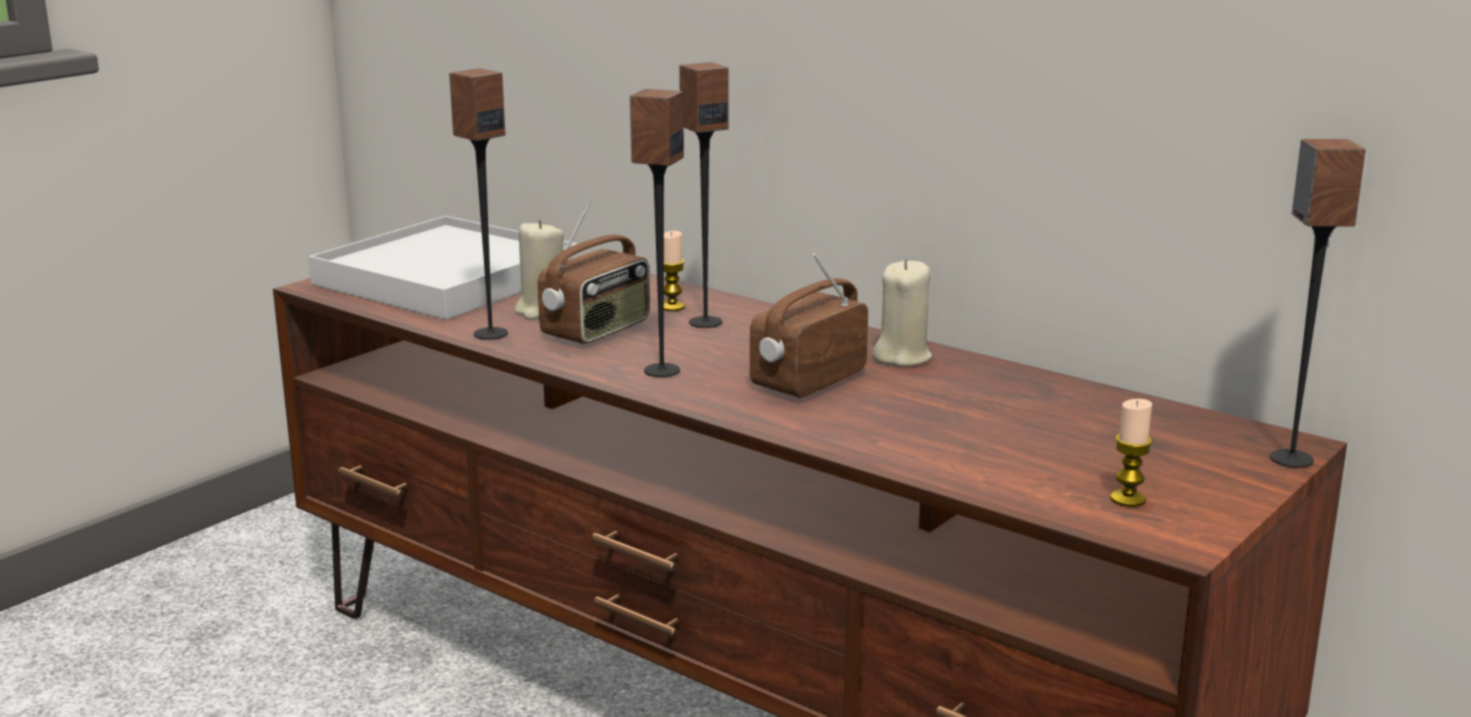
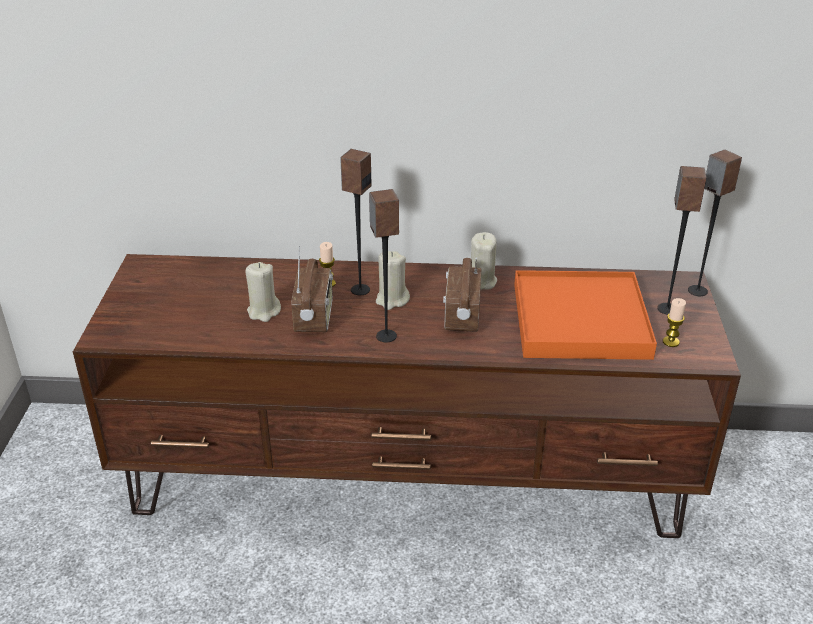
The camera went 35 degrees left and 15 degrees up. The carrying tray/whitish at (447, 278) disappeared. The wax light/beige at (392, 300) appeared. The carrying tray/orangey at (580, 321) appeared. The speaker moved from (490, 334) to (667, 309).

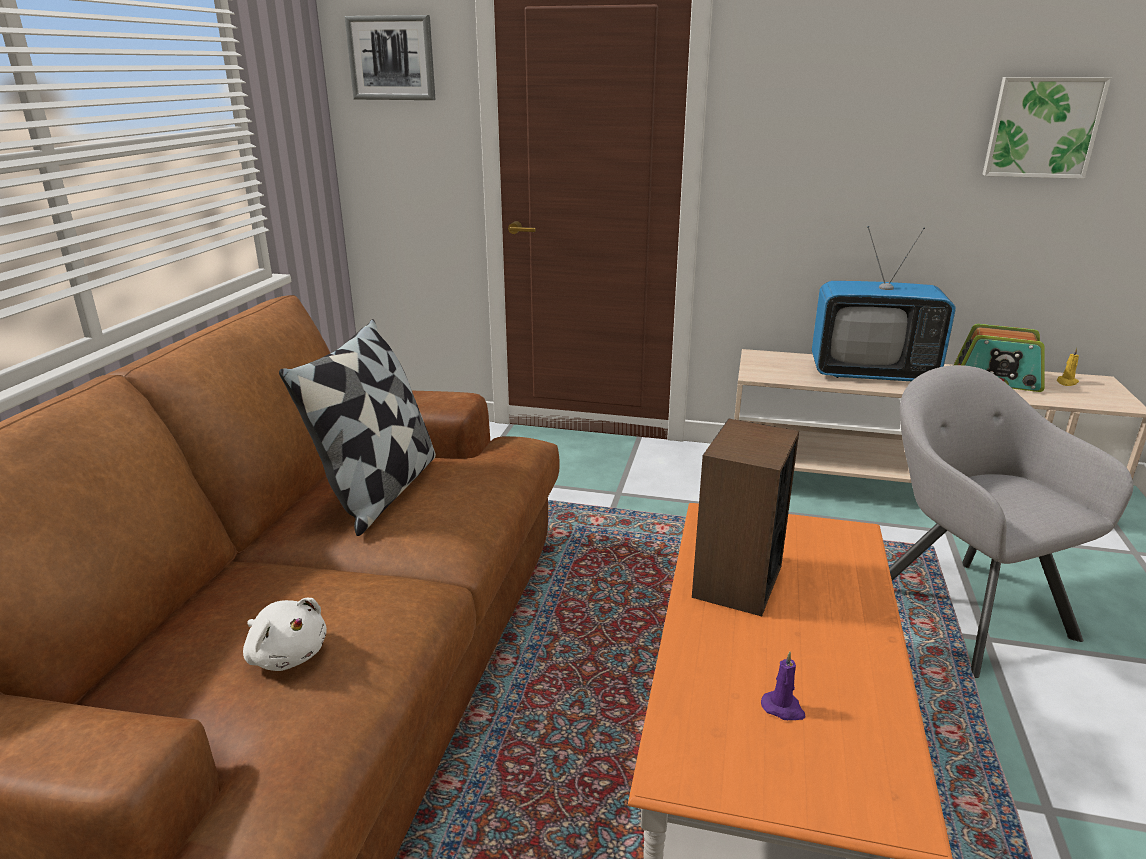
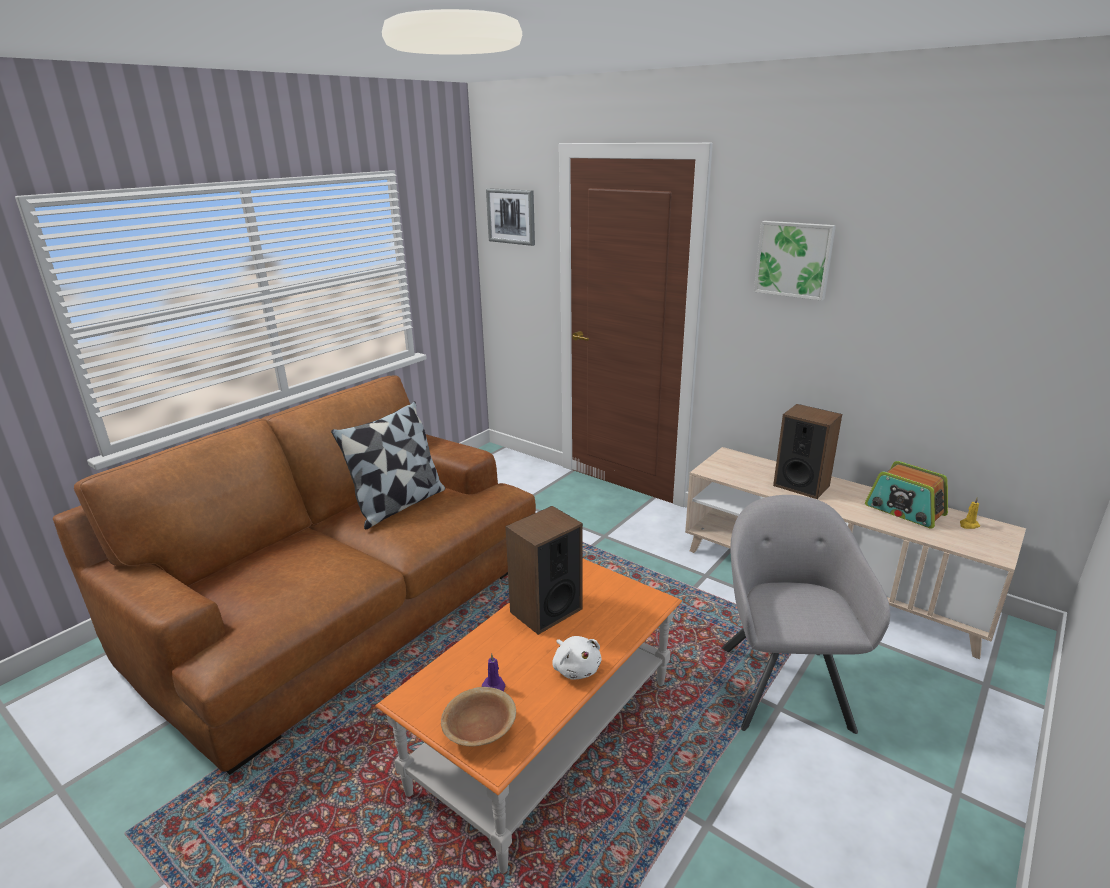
The camera went 25 degrees right and 0 degrees up. The bowl/brown at (479, 731) appeared. The cuddly toy/whitish moved from (287, 654) to (576, 668). The wall art moved from (1042, 127) to (794, 259). The TV at (871, 373) was replaced by the speaker at (801, 485).

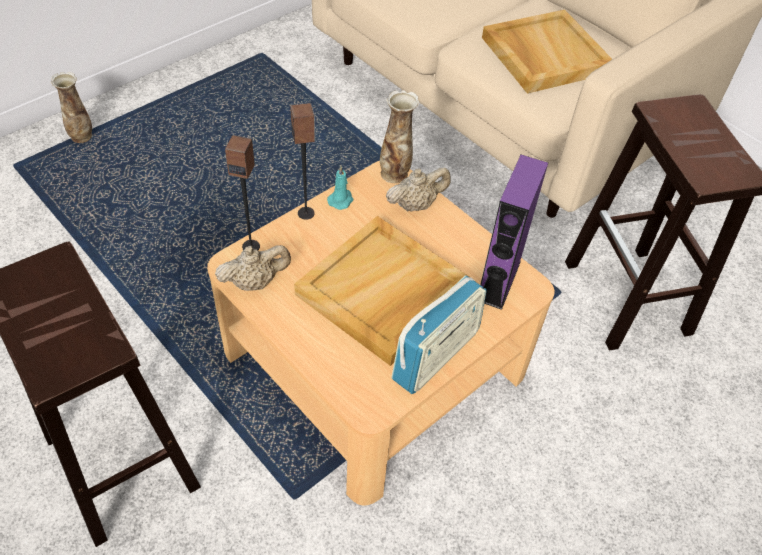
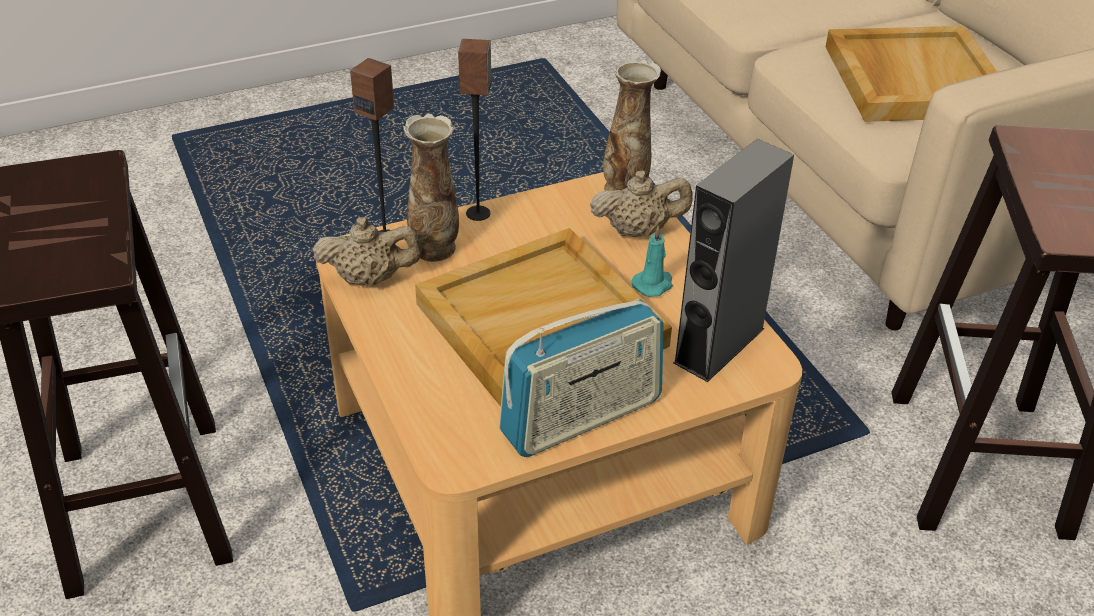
The camera went 20 degrees right and 10 degrees down. The decorative vase moved from (82, 138) to (434, 249). The wax light/blue-green moved from (341, 200) to (653, 284). The speaker/purple at (498, 280) became the speaker/grey at (719, 345).

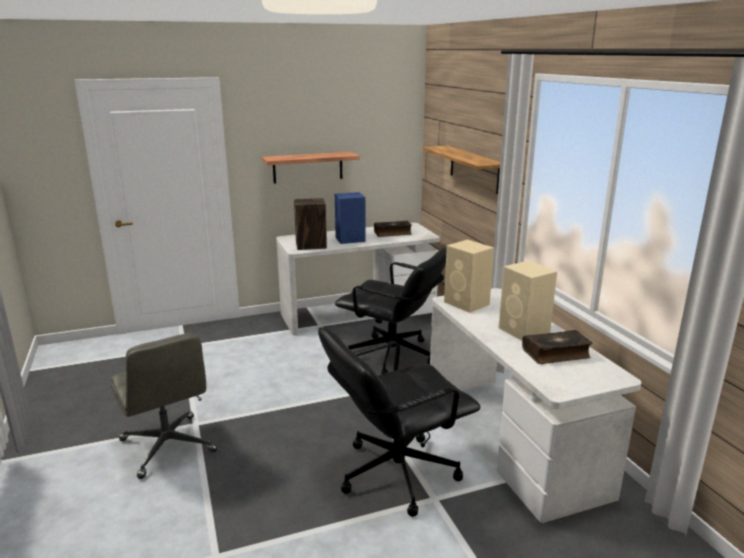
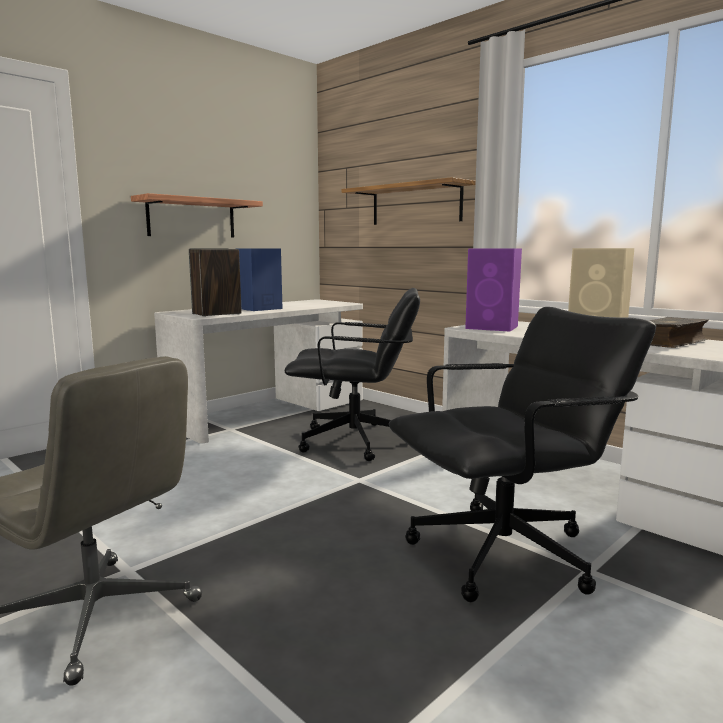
The camera went 25 degrees left and 10 degrees down. The volume at (392, 233) disappeared. The speaker/beige at (467, 303) became the speaker/purple at (493, 327). The computer chair/blackish at (396, 473) turned 150 degrees counterclockwise.

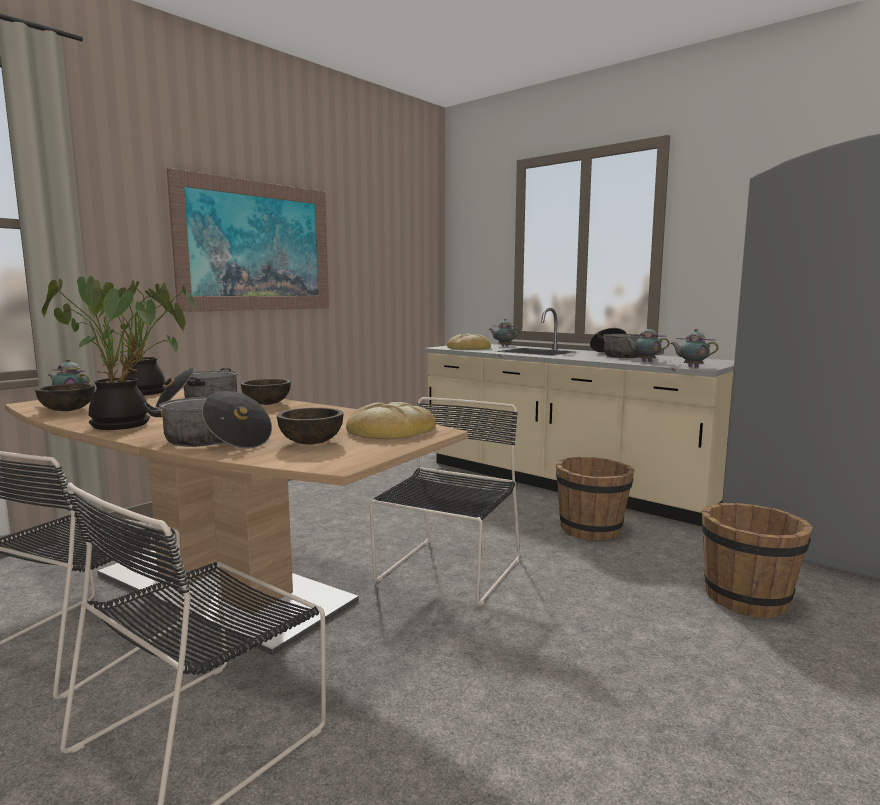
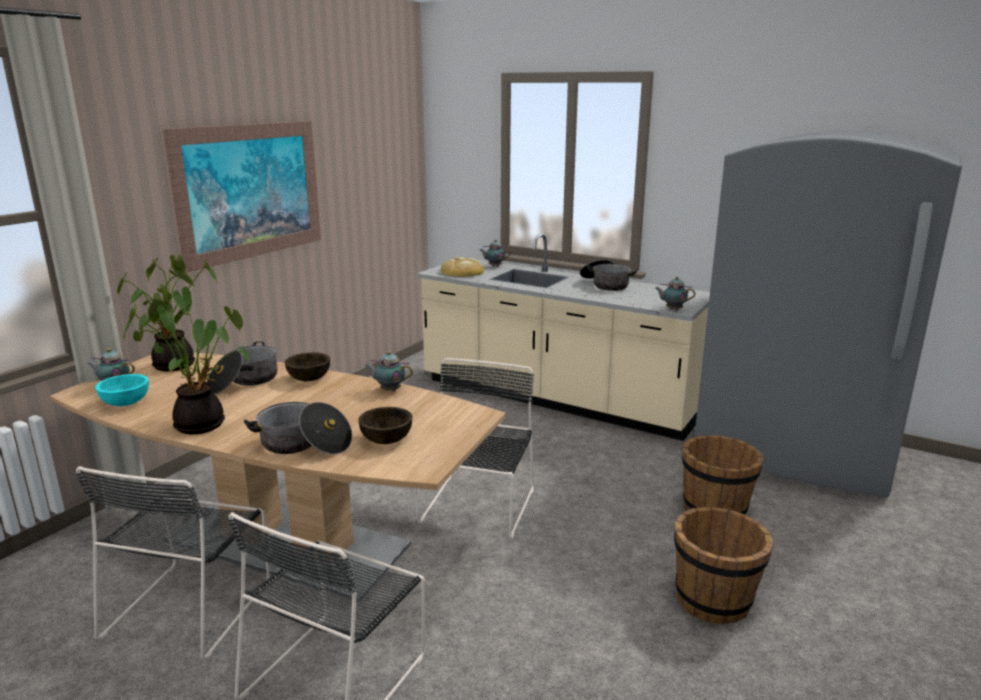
The camera went 10 degrees left and 10 degrees up. The bakery bread at (390, 430) disappeared. The bucket/brown moved from (591, 530) to (714, 600). The pot for tea moved from (645, 361) to (389, 390). The bowl/brown at (67, 410) became the bowl/blue-green at (125, 403).

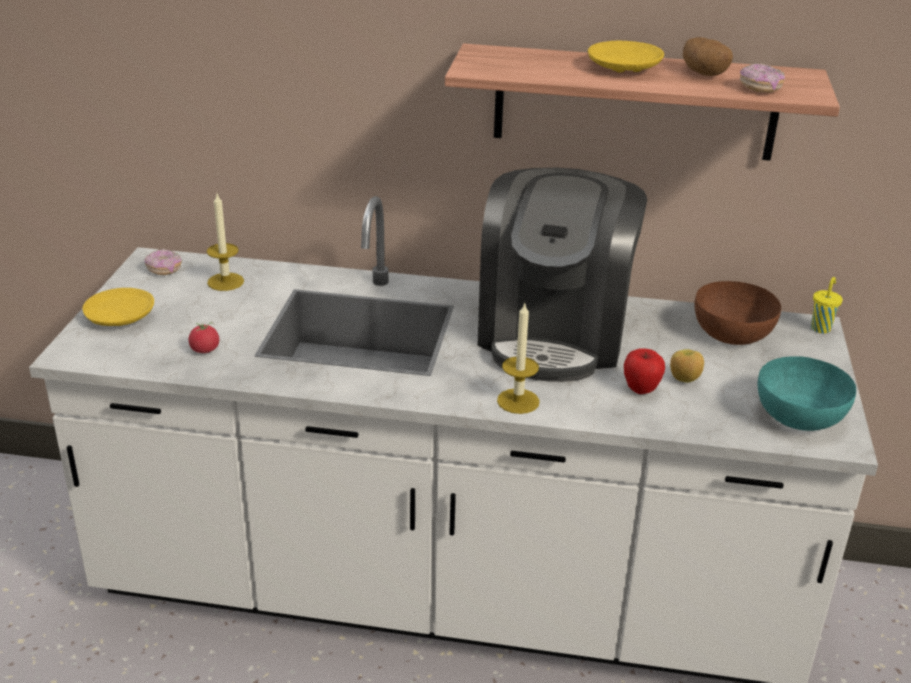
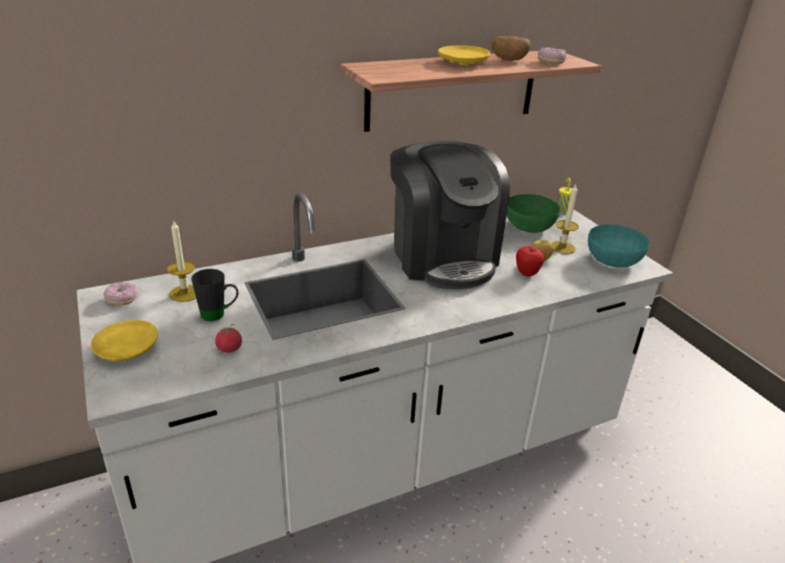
The camera went 35 degrees left and 0 degrees up. The mug/blackish at (219, 315) appeared. The wax light moved from (518, 401) to (562, 247). The bowl/brown at (732, 333) became the bowl/green-coloured at (528, 226).

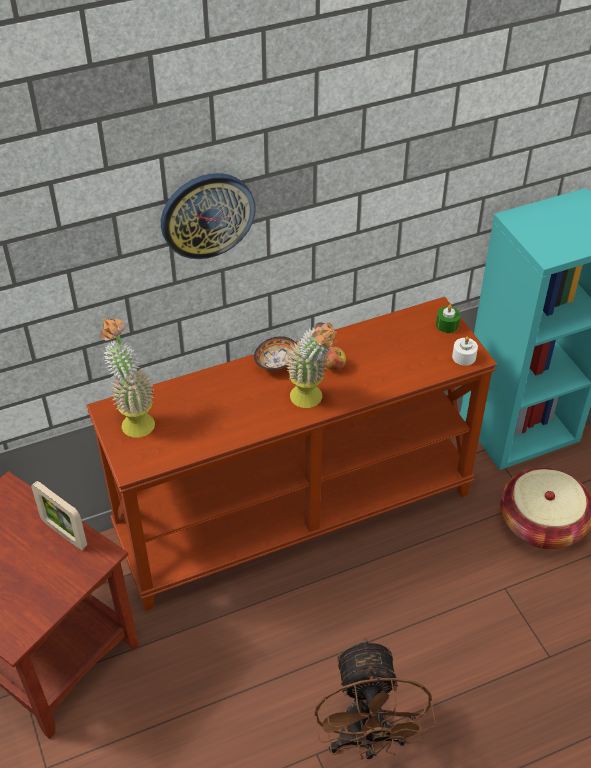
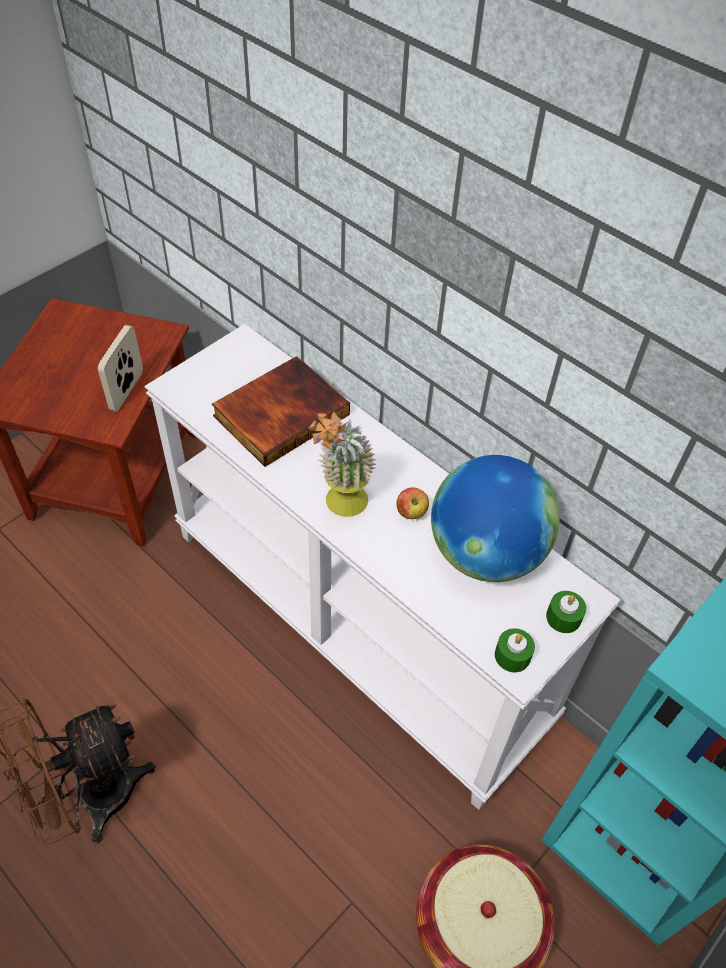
The camera went 65 degrees right and 5 degrees up. The potted plant at (133, 419) disappeared. The hanging clock at (207, 215) disappeared. The bowl at (277, 362) disappeared. The volume at (280, 413) appeared. The world globe at (485, 553) appeared. The console table/brown at (295, 513) became the console table/whitish at (358, 624). The wax light/whitish at (464, 357) became the wax light/green-coloured at (512, 655).

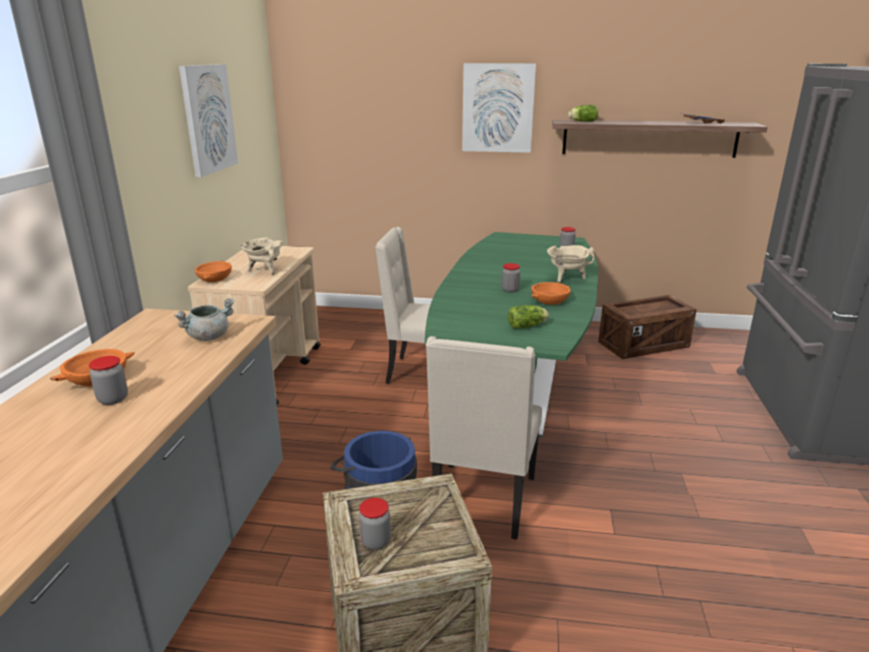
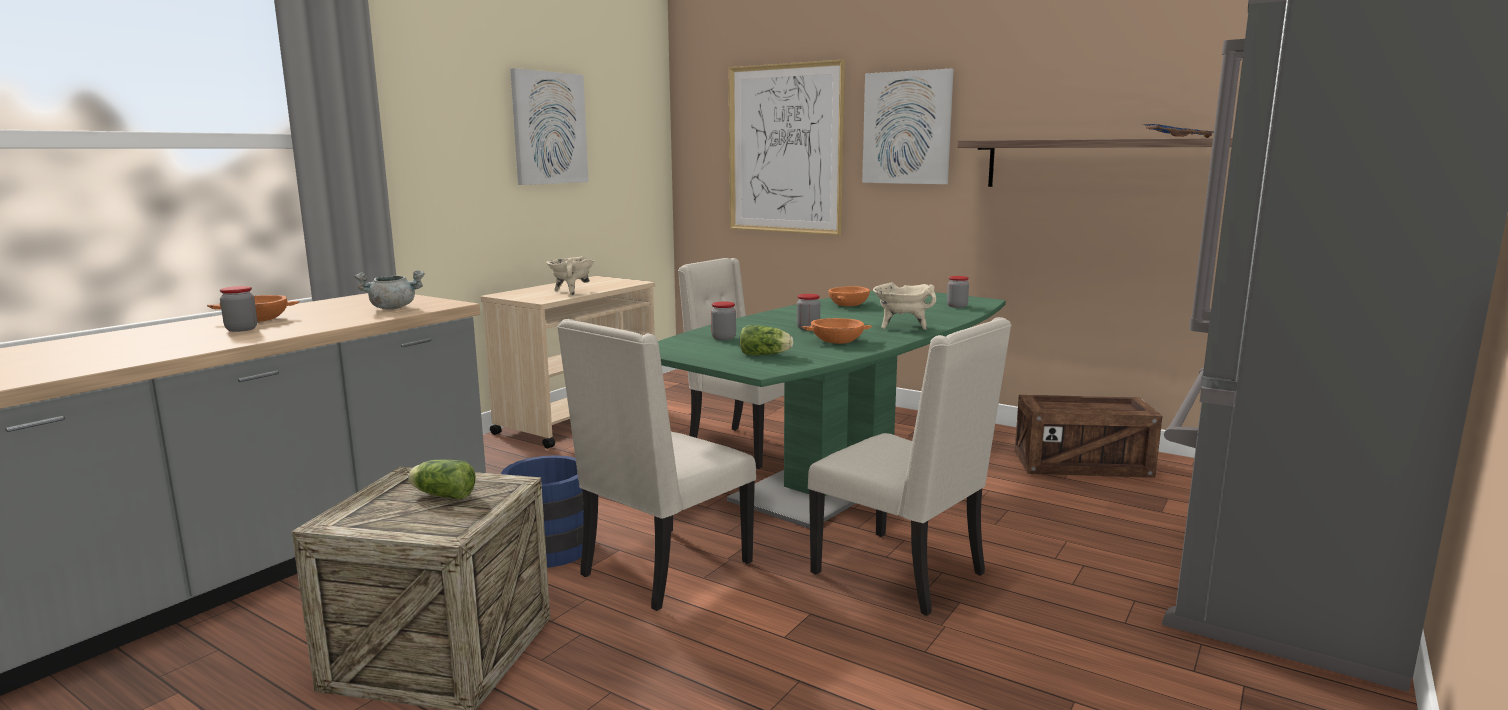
The camera went 25 degrees right and 10 degrees down. The wall art at (785, 149) appeared. The plain chair/beige at (903, 574) appeared. The bowl/orangey moved from (215, 279) to (849, 304). The storage jar moved from (375, 541) to (723, 338). The head of lettuce moved from (582, 121) to (441, 495).

